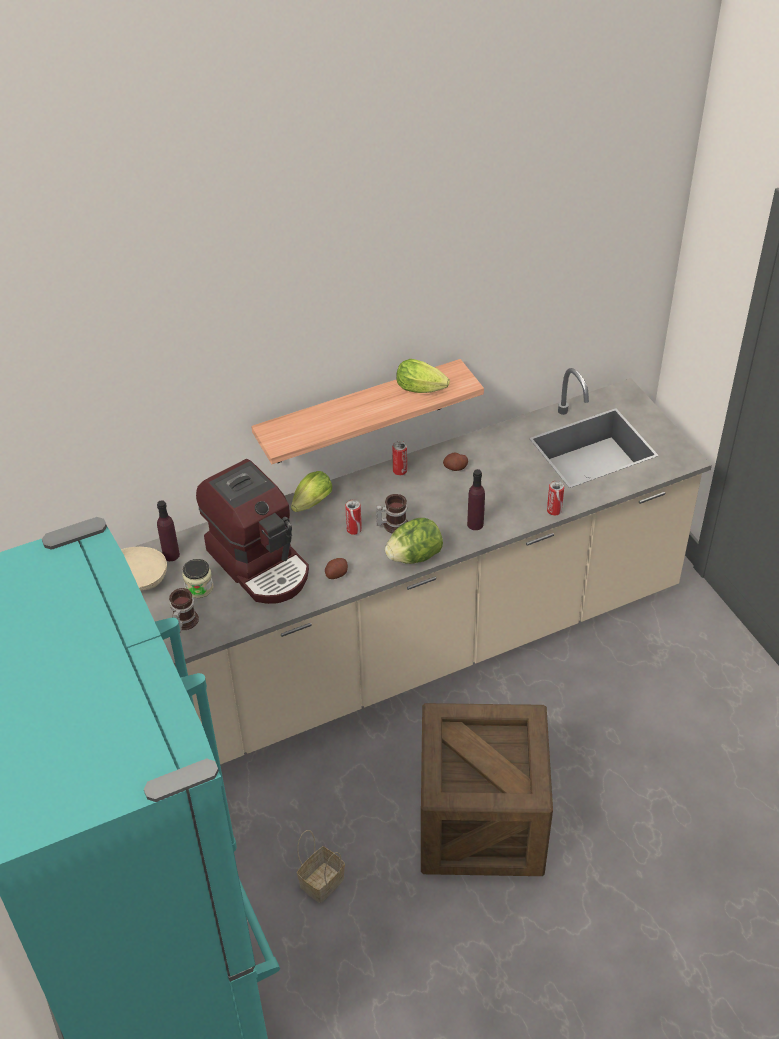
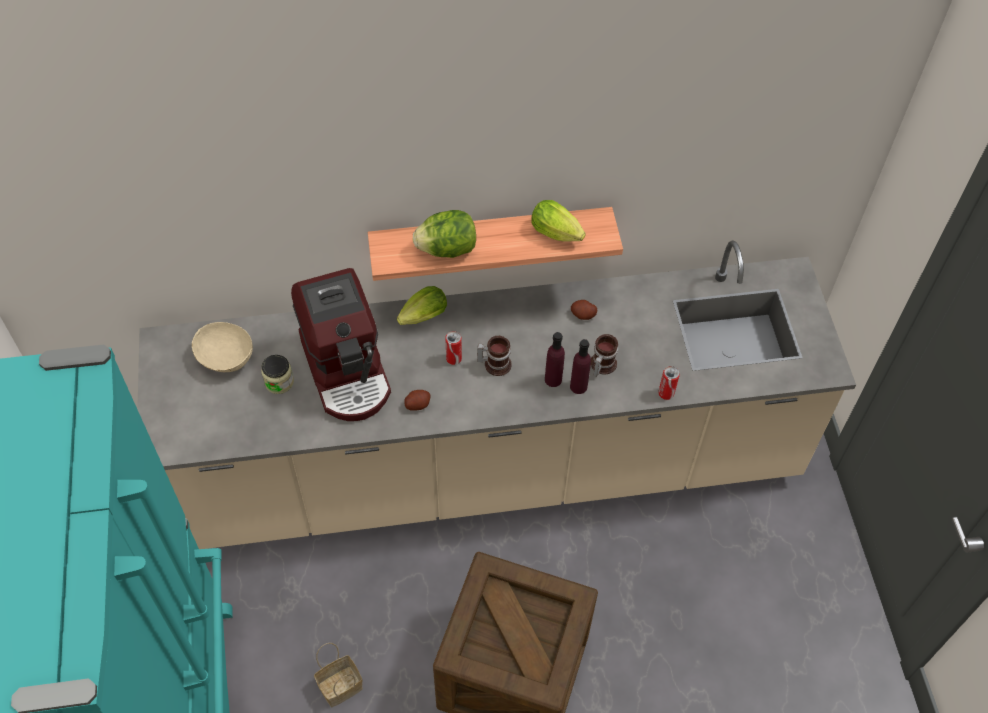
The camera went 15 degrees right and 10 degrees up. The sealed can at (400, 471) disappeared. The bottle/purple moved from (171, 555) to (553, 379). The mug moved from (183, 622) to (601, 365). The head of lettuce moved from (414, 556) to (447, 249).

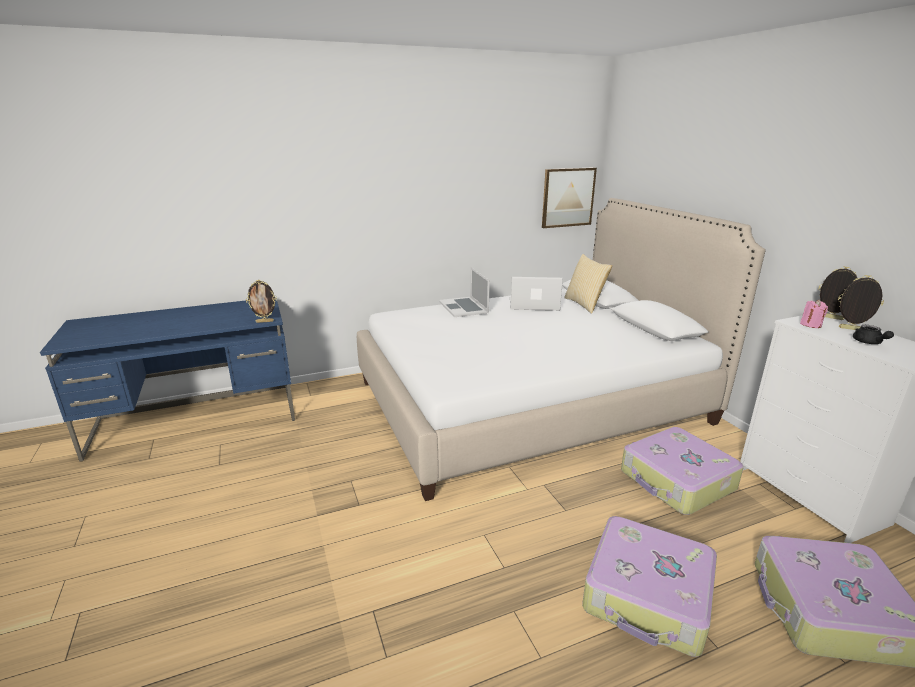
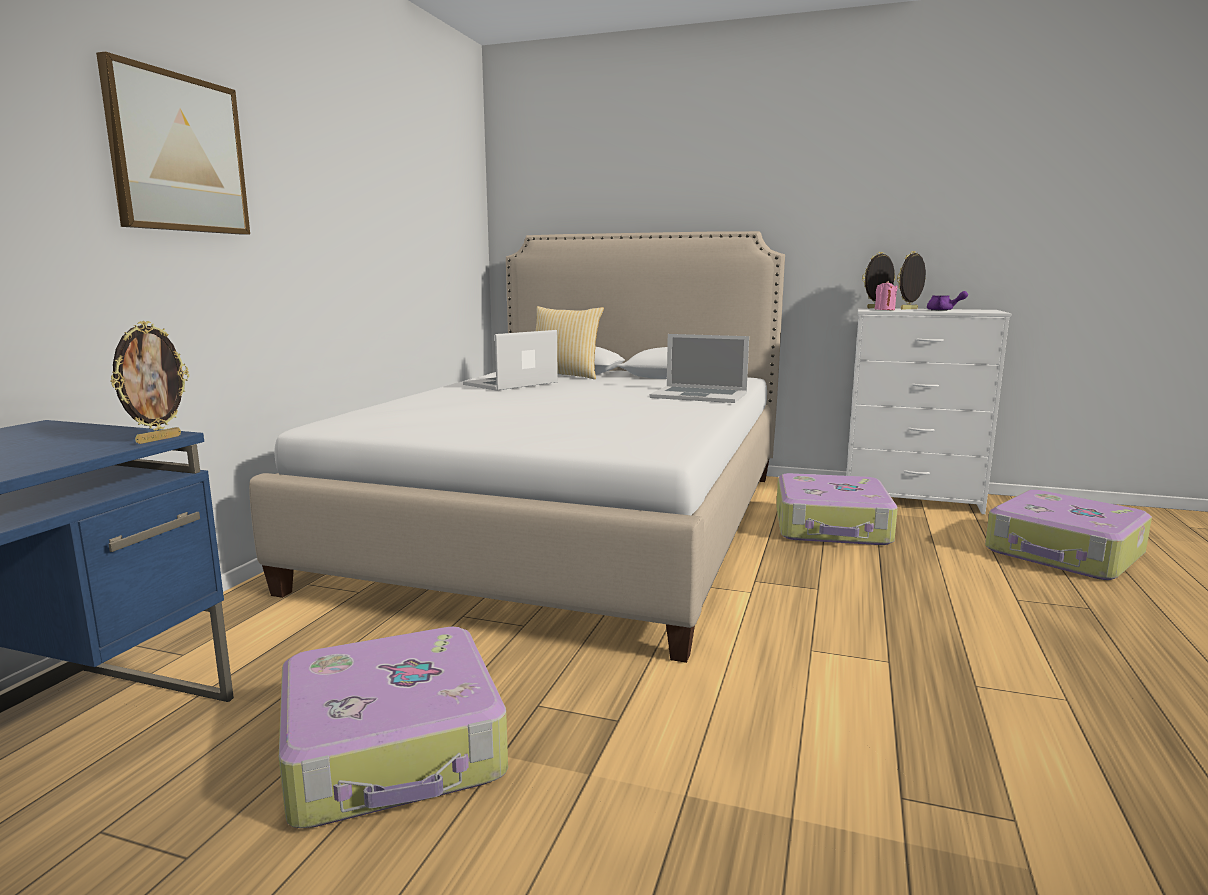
The camera went 50 degrees left and 10 degrees down. The laptop moved from (463, 307) to (699, 395). The wall art moved from (567, 197) to (177, 154). The piece of luggage moved from (648, 596) to (395, 749). The pot for tea/blackish at (869, 343) became the pot for tea/purple at (943, 310).

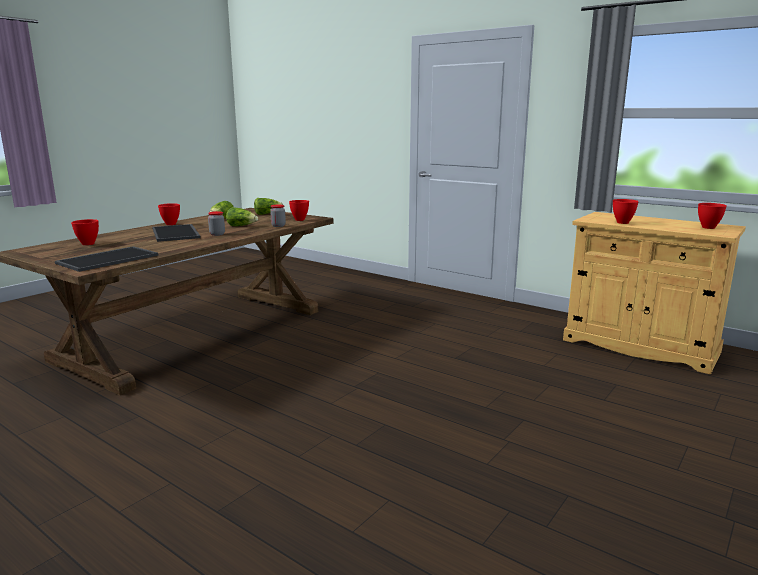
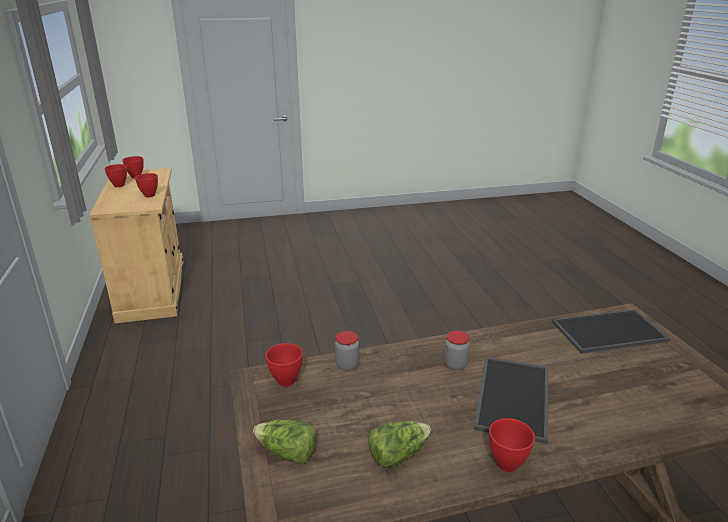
The camera went 140 degrees left and 10 degrees up. The head of lettuce at (242, 226) disappeared. The bowl/red moved from (89, 244) to (118, 185).

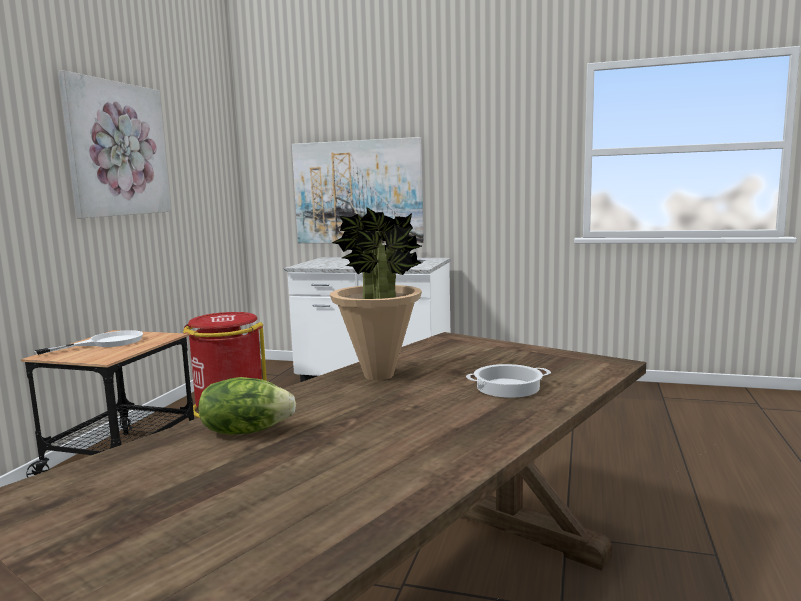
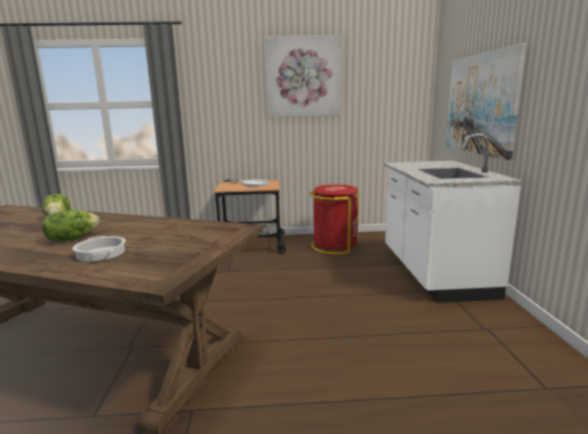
The camera went 70 degrees right and 5 degrees up. The potted plant at (379, 375) disappeared. The head of lettuce at (72, 238) appeared.

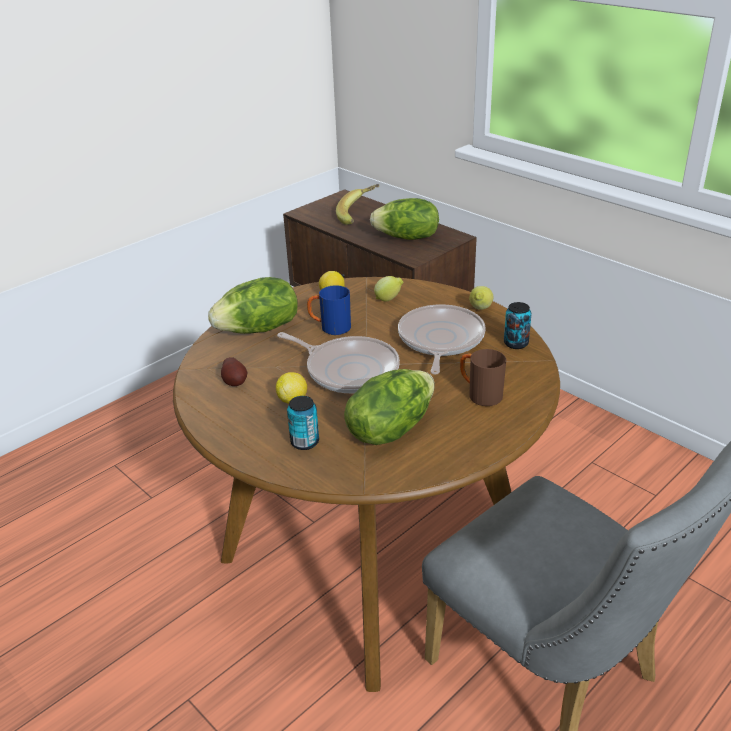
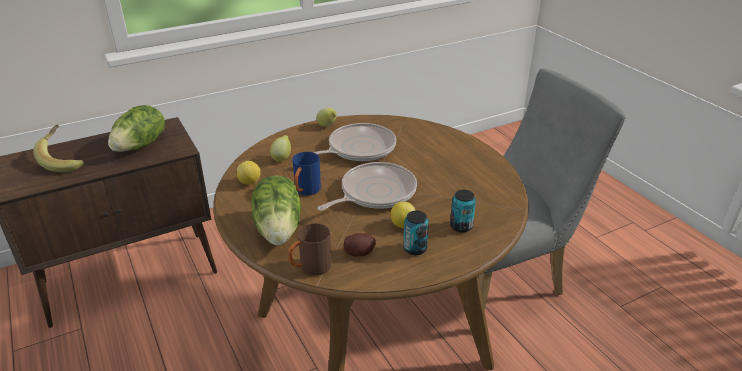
The camera went 75 degrees left and 0 degrees up. The head of lettuce at (390, 428) disappeared. The mug/brown moved from (479, 394) to (310, 268). The sealed can moved from (516, 343) to (415, 249). The frying pan at (440, 340) turned 120 degrees clockwise.

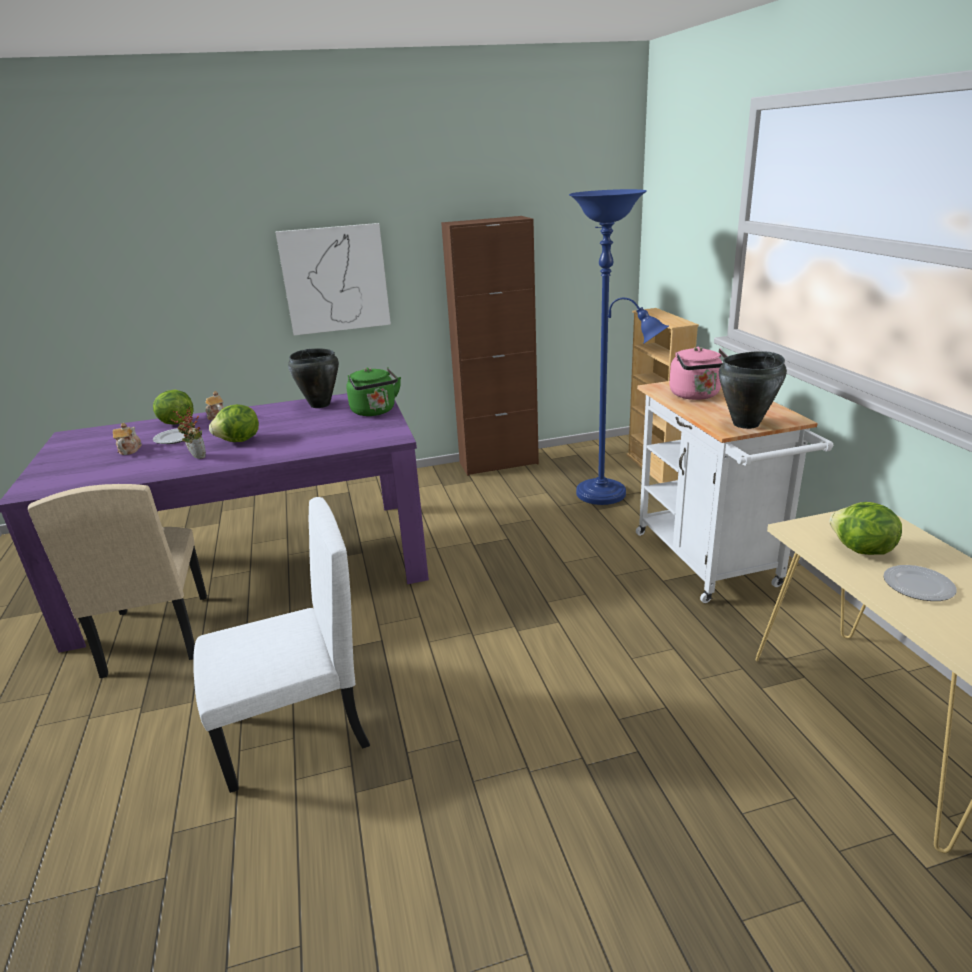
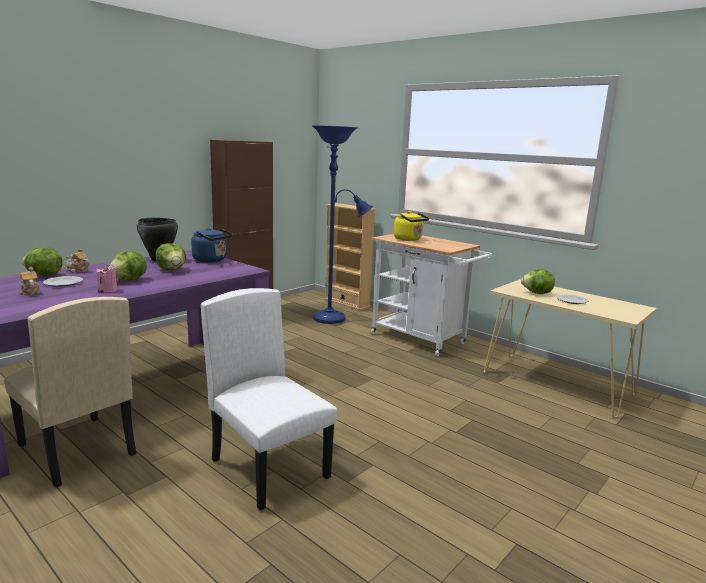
The camera went 35 degrees left and 10 degrees down. The wall art at (335, 279) disappeared. The stockpot/blackish at (746, 424) disappeared. The head of lettuce at (172, 270) appeared. The potted plant at (195, 457) was replaced by the wax light/pink at (108, 290). The kettle/green-coloured at (375, 412) became the kettle/blue at (211, 260). The kettle/pink at (696, 395) became the kettle/yellow at (409, 239). The plain chair/whitish at (294, 732) turned 75 degrees counterclockwise.

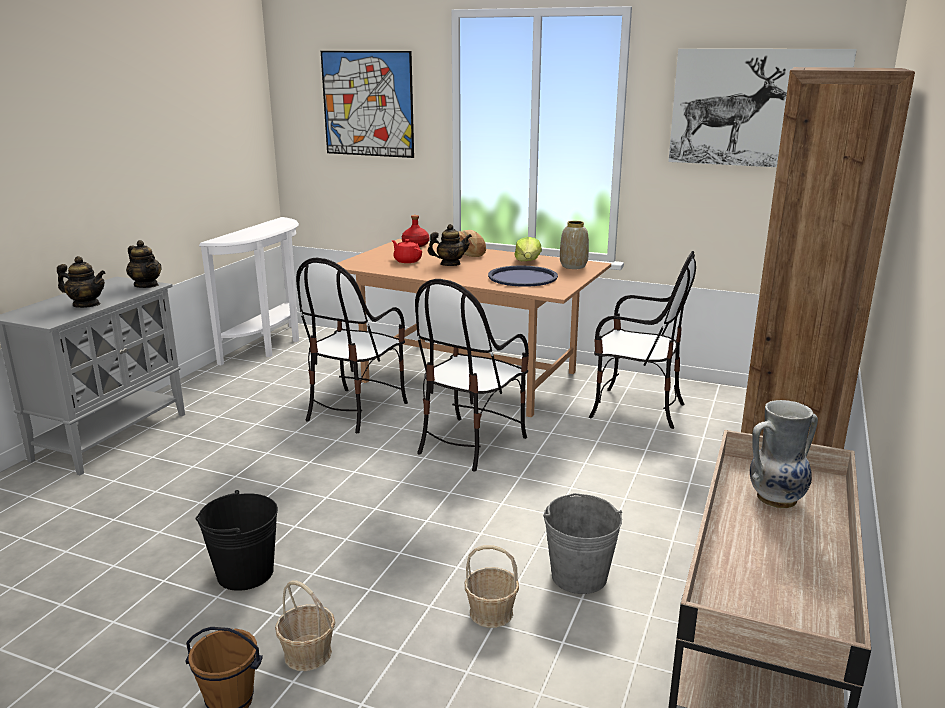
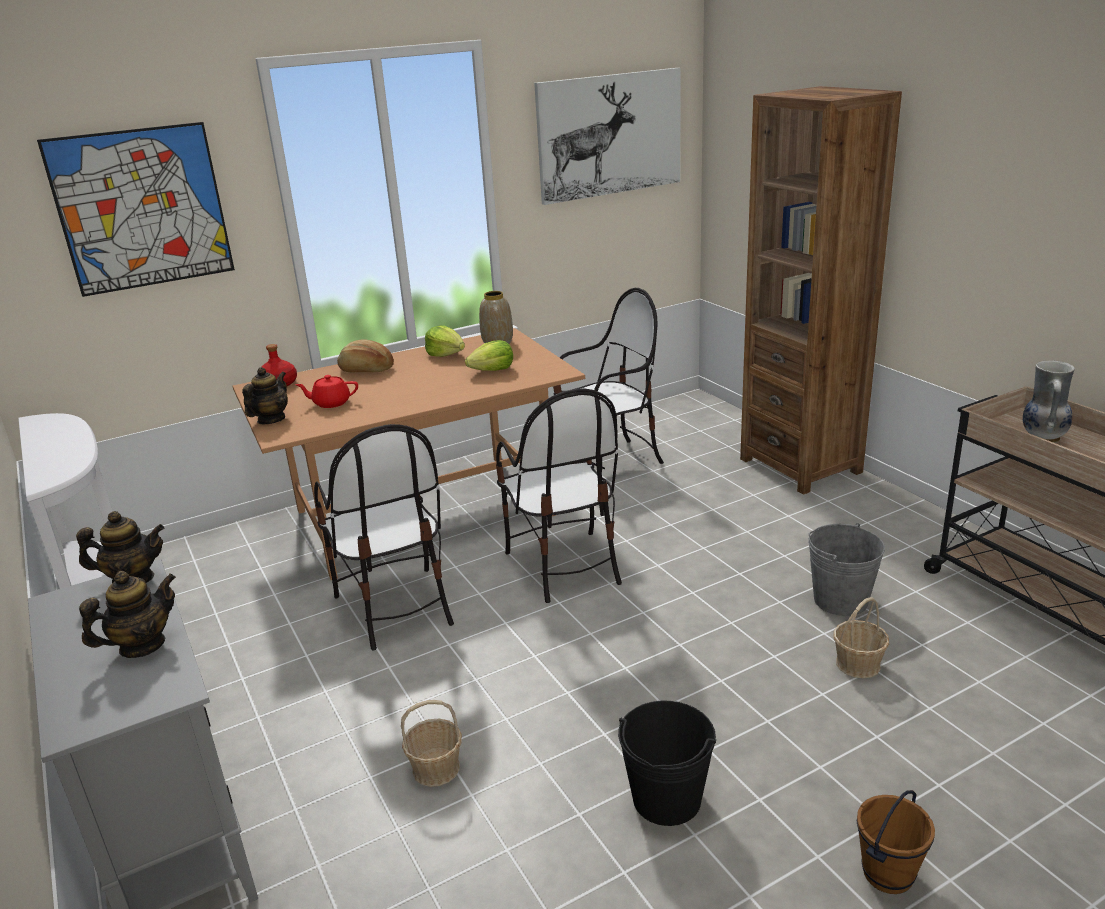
The camera went 50 degrees left and 5 degrees up. The basket moved from (308, 654) to (436, 768). The pot for tea moved from (450, 264) to (271, 420). The carrying tray/blue at (523, 277) was replaced by the head of lettuce at (492, 370).

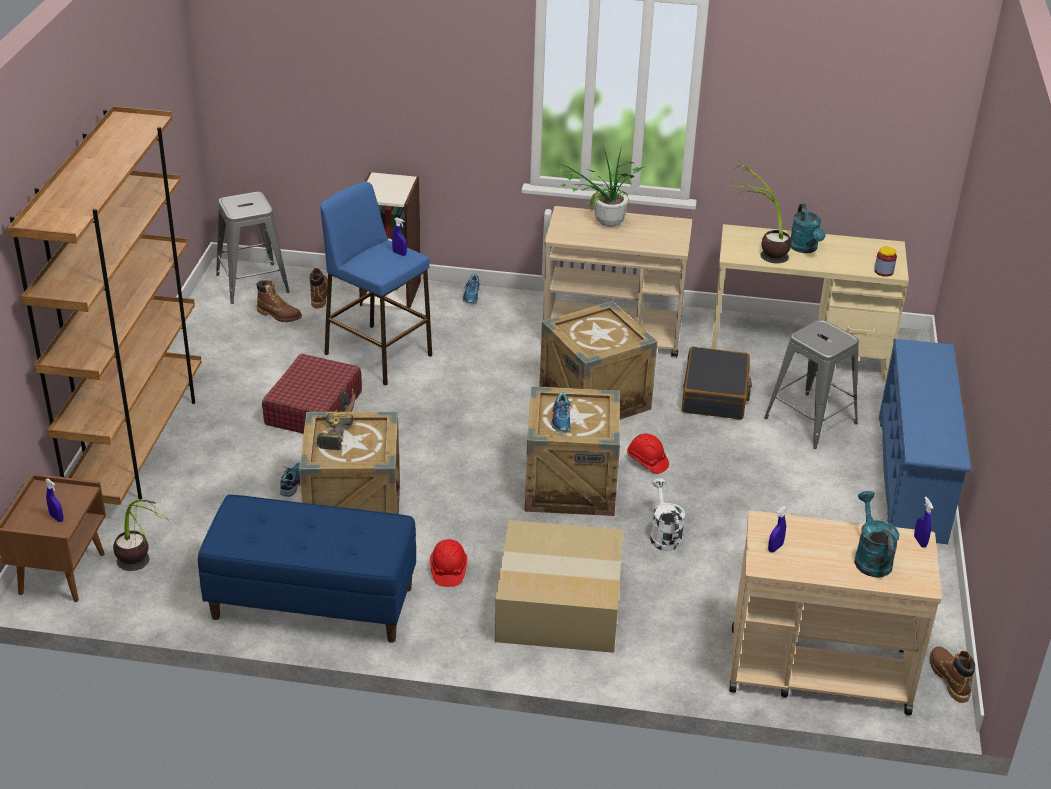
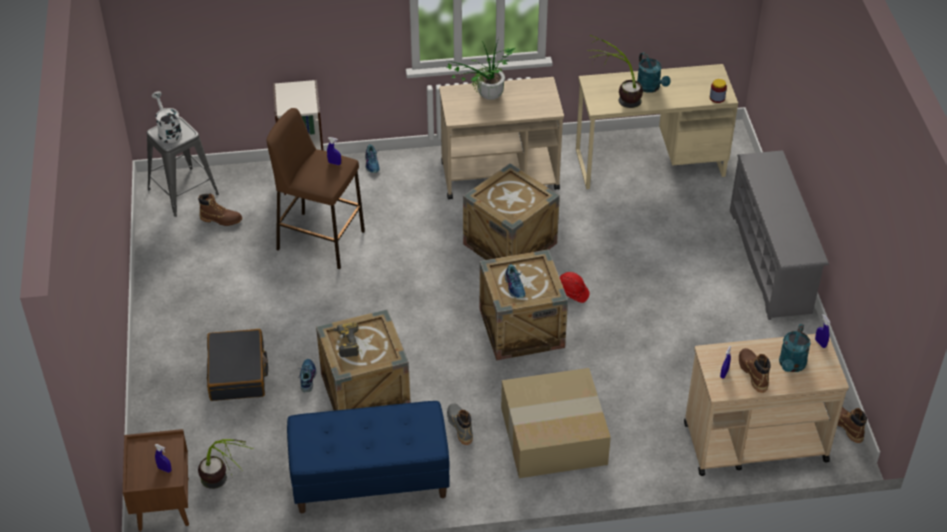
The camera went 15 degrees left and 10 degrees up. The shelving unit/brown at (137, 444) disappeared. The piece of luggage/red at (314, 408) disappeared. The sitting stool/grey at (811, 421) disappeared. The tall boot/brown moved from (320, 295) to (753, 373). The watering can/whitish moved from (664, 535) to (168, 131). The piece of luggage/blackish moved from (715, 394) to (238, 373). The work helmet/red at (448, 570) was replaced by the tall boot/grey at (460, 426). The sitting stool/blue at (377, 354) became the sitting stool/brown at (320, 240). The shoe shelf/blue at (913, 479) became the shoe shelf/grey at (771, 261). The watering can/blue-green at (870, 558) turned 135 degrees counterclockwise.

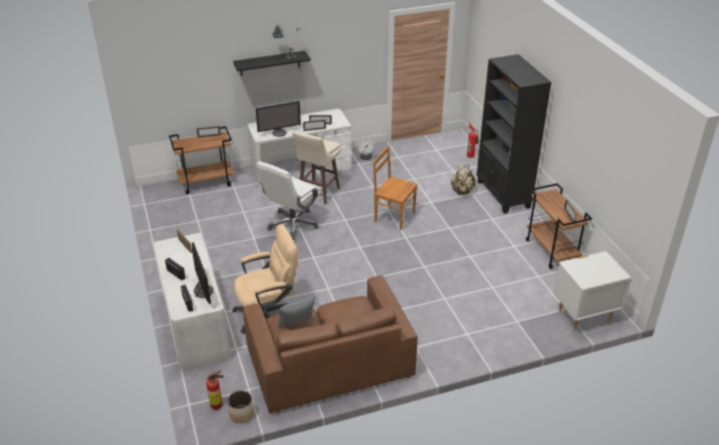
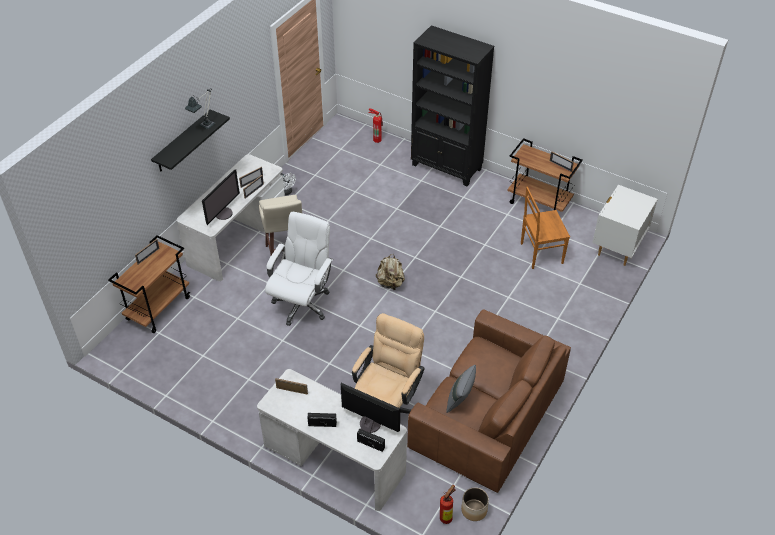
The camera went 40 degrees left and 10 degrees up. The plain chair/brown moved from (393, 216) to (540, 253). The backpack/beige moved from (461, 191) to (390, 283). The computer chair/whitish at (293, 224) turned 150 degrees counterclockwise.

